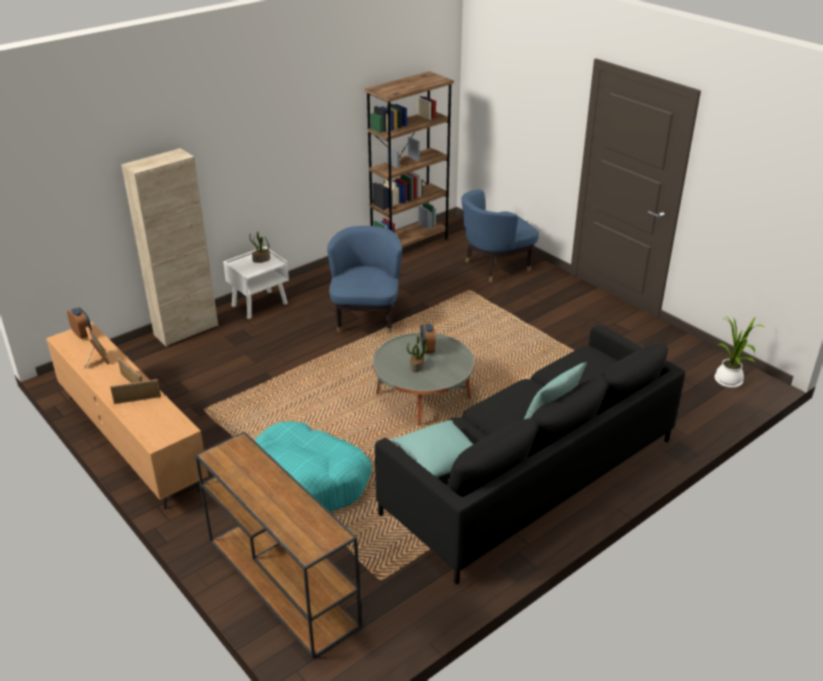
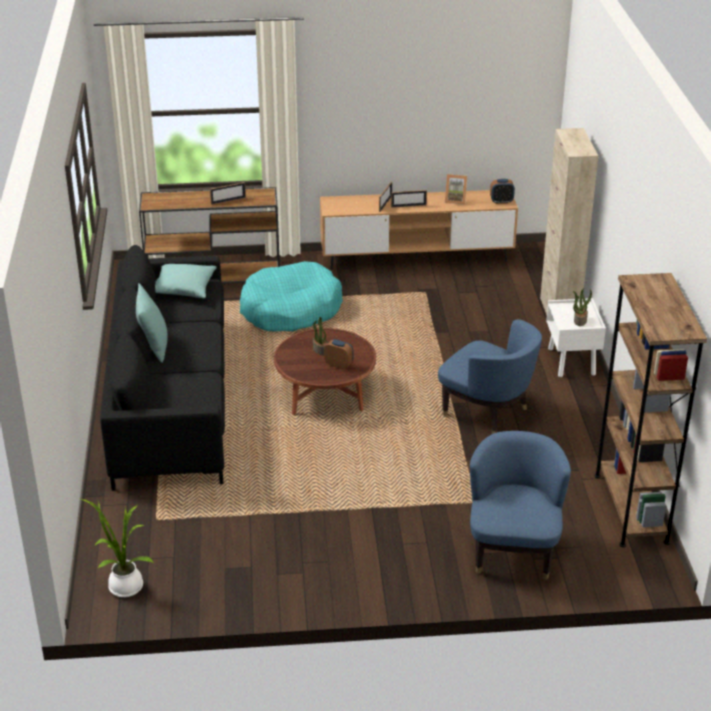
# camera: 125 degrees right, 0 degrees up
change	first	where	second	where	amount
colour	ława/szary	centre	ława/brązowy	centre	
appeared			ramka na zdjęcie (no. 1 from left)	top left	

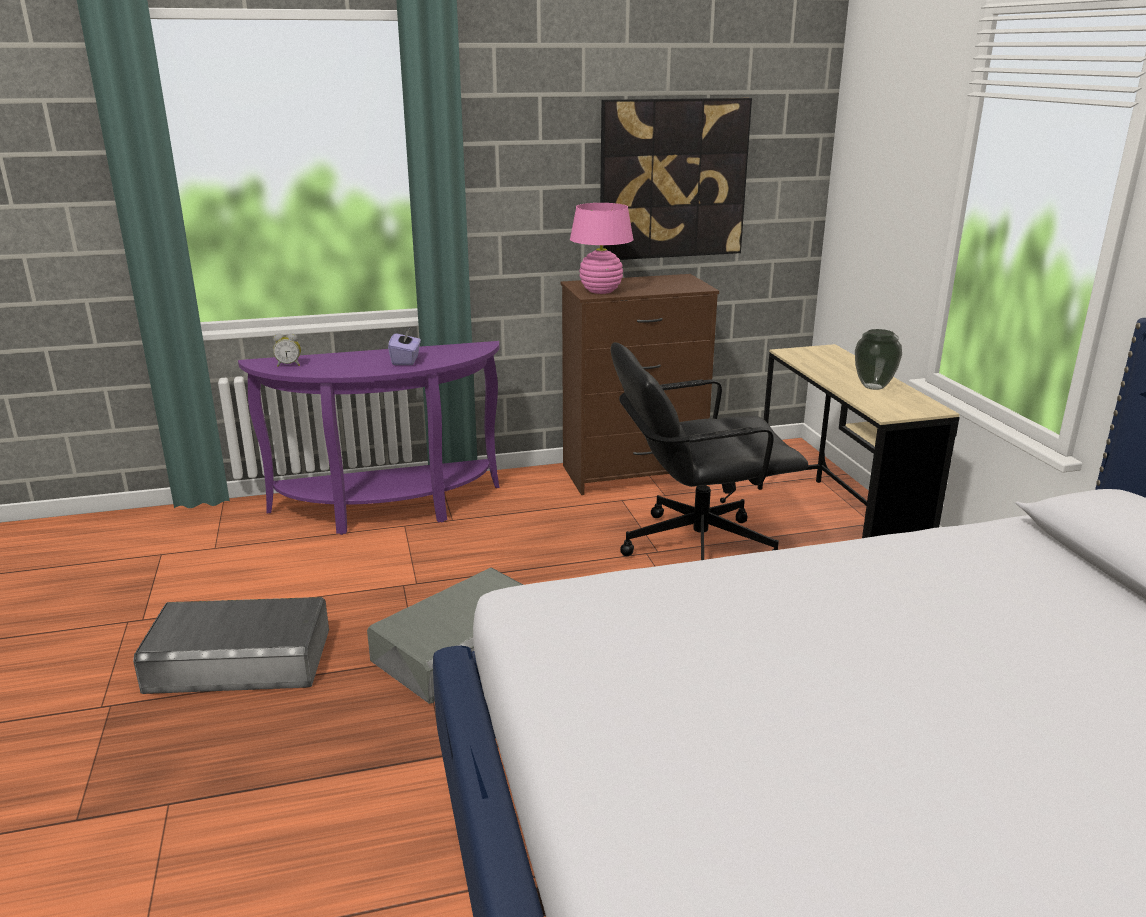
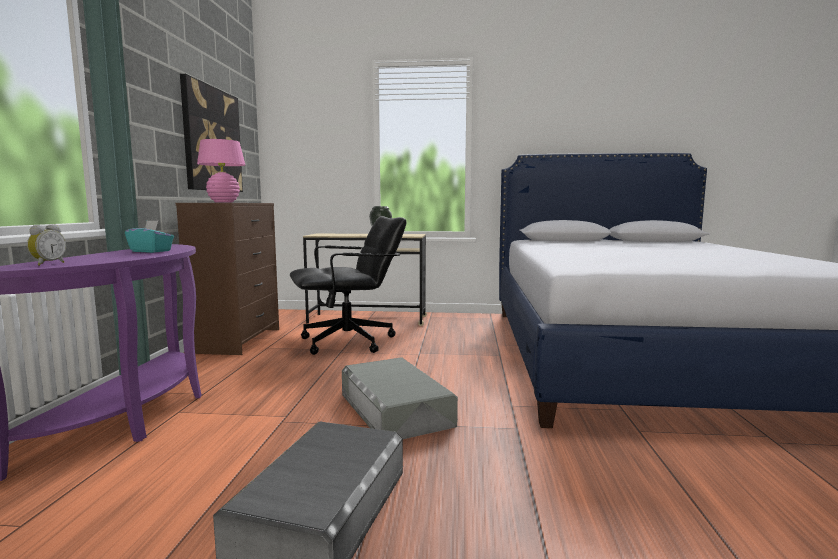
# camera: 70 degrees left, 15 degrees down
change	first	where	second	where	amount
colour	pudełko chusteczek/fioletowy	centre	pudełko chusteczek/turkusowy	middle left	
spun	krzesło biurowe/czarny	centre		centre	120 degrees counterclockwise

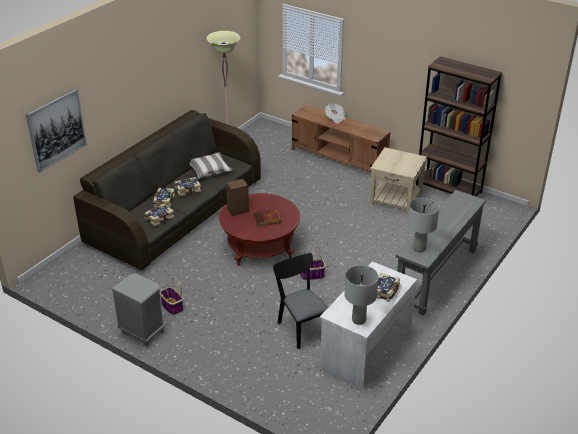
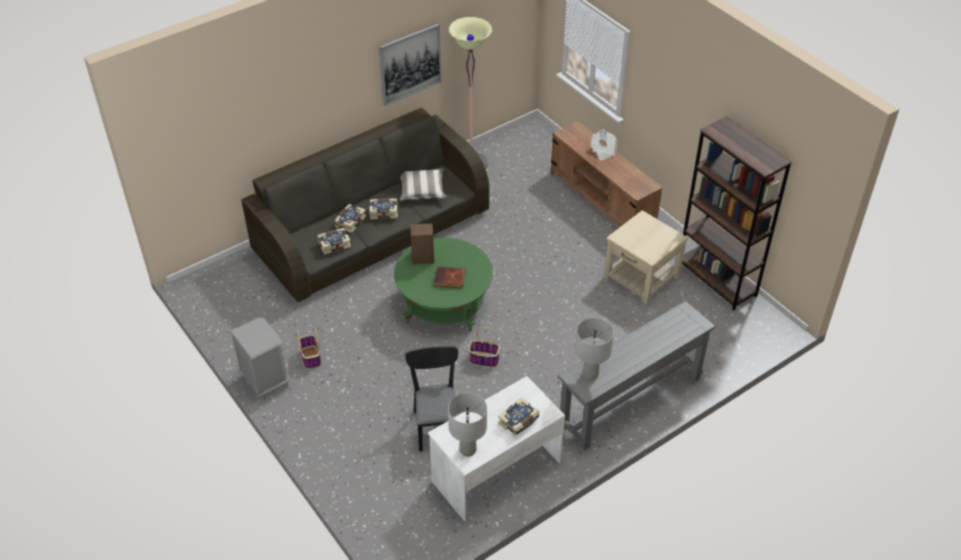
# camera: 20 degrees right, 10 degrees up
change	first	where	second	where	amount
relocated	obraz	top left		top centre	
colour	ława/czerwony	centre	ława/zielony	centre	

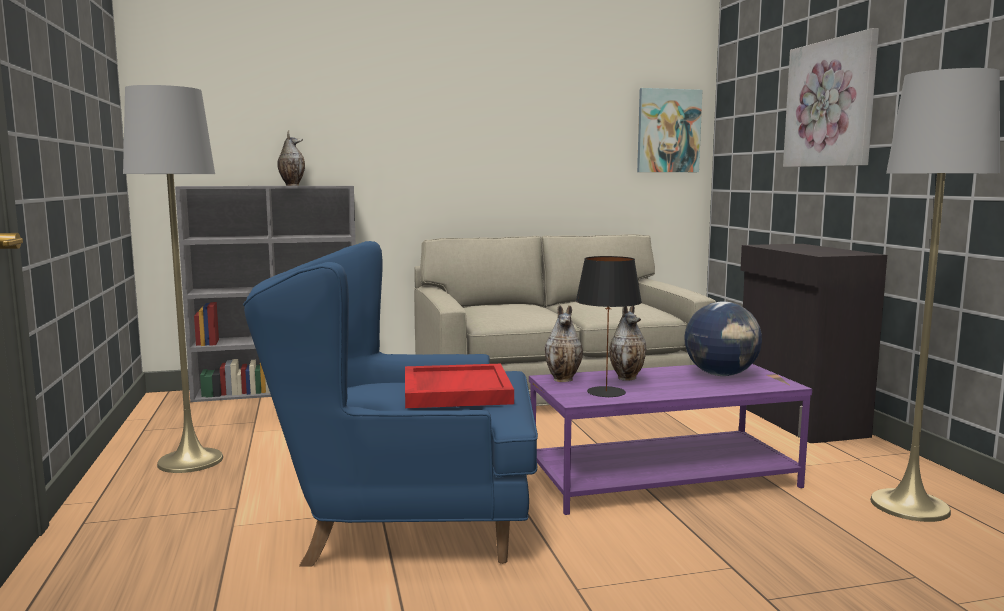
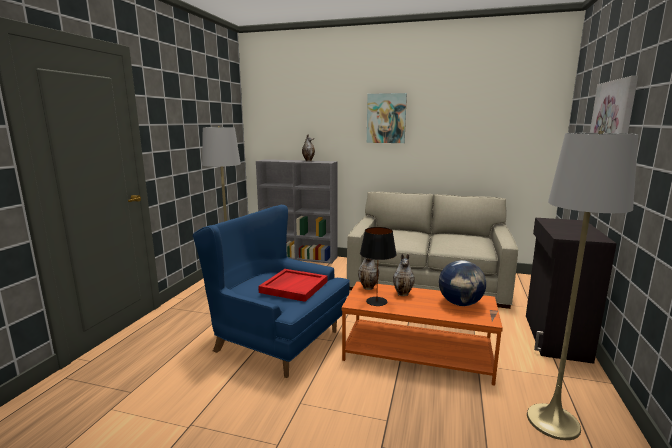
# camera: 30 degrees right, 5 degrees up
change	first	where	second	where	amount
relocated	obraz (no. 1 from left)	top right		top centre	
colour	ława/fioletowy	bottom right	ława/pomarańczowy	bottom centre	

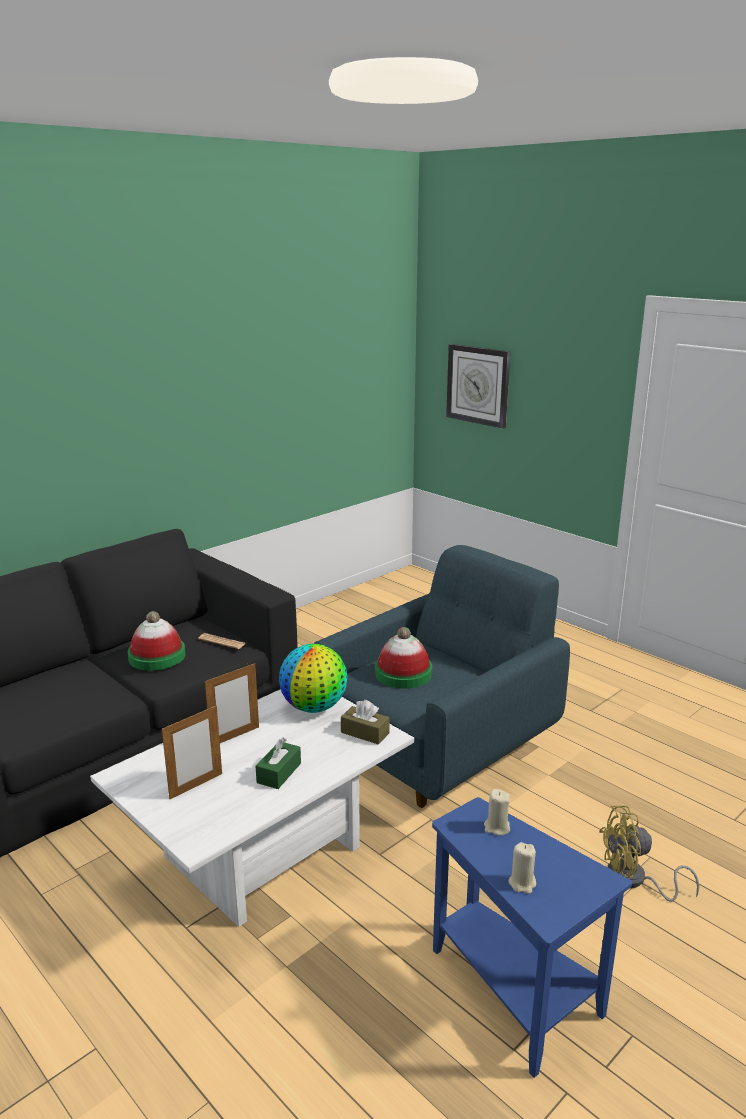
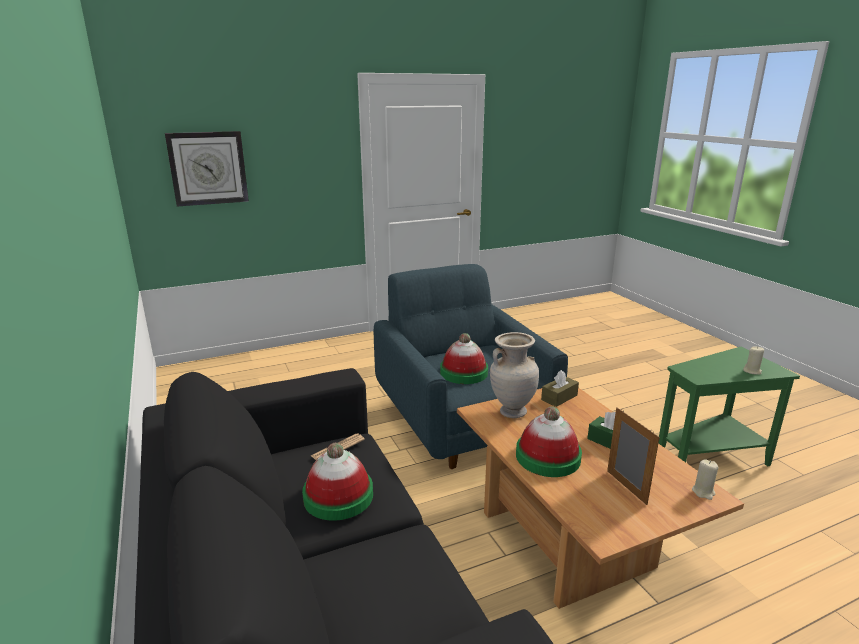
# camera: 70 degrees left, 0 degrees up
change	first	where	second	where	amount
exchanged	globus	centre	wazon/beżowy	centre	
exchanged	ramka na zdjęcie (no. 2 from left)	middle left	kapelusz (no. 3 from left)	bottom centre	
colour	ława/biały	bottom centre	ława/brązowy	bottom right	
relocated	świeca/beżowy (no. 1 from left)	bottom centre		bottom right	
colour	stolik/niebieski	bottom right	stolik/zielony	middle right	
missing	wentylator/żółty	bottom right			

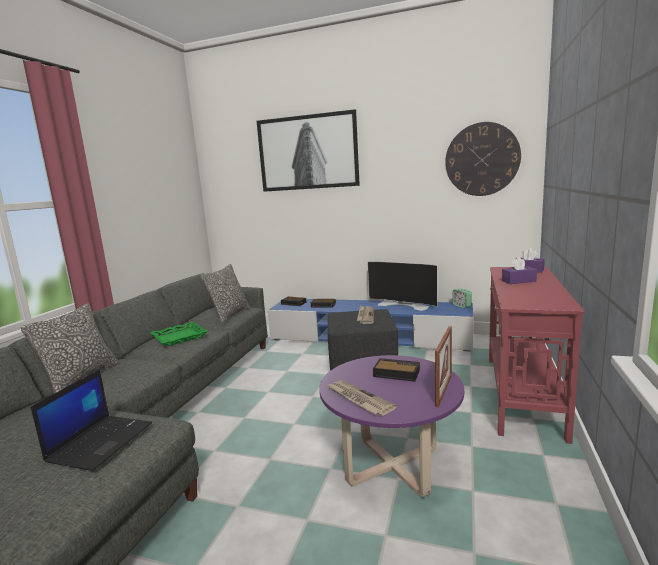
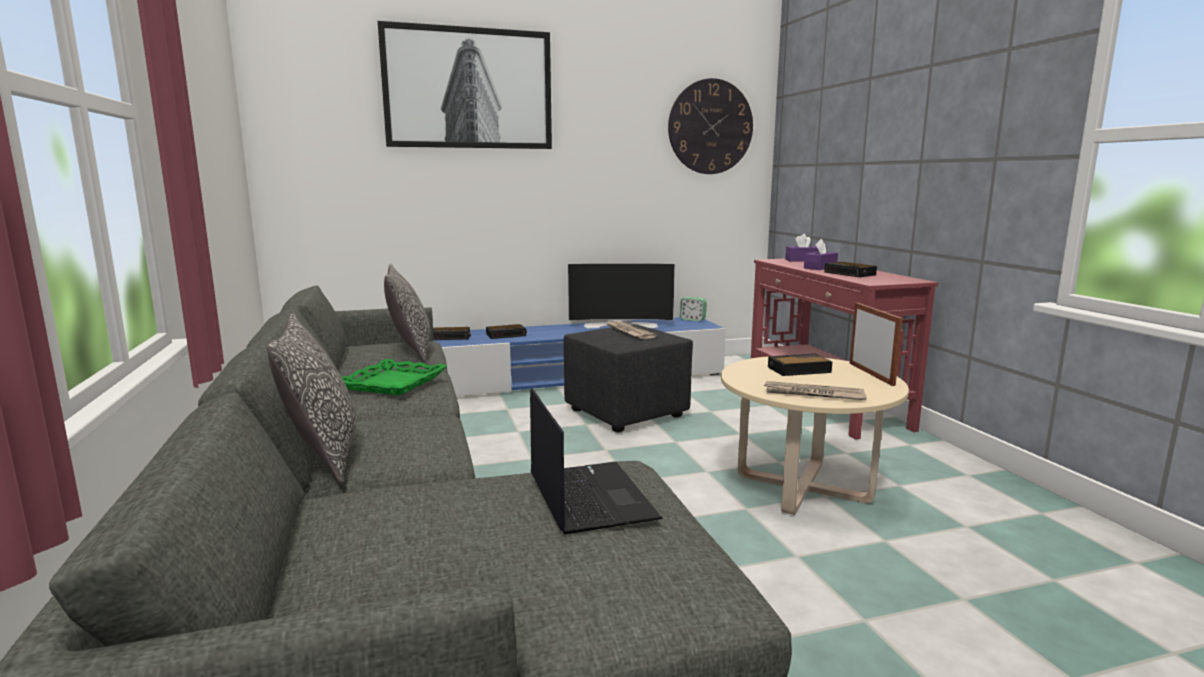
# camera: 35 degrees left, 0 degrees up
change	first	where	second	where	amount
colour	ława/fioletowy	bottom centre	ława/beżowy	middle right	
appeared			budzik (no. 5 from left)	middle right	

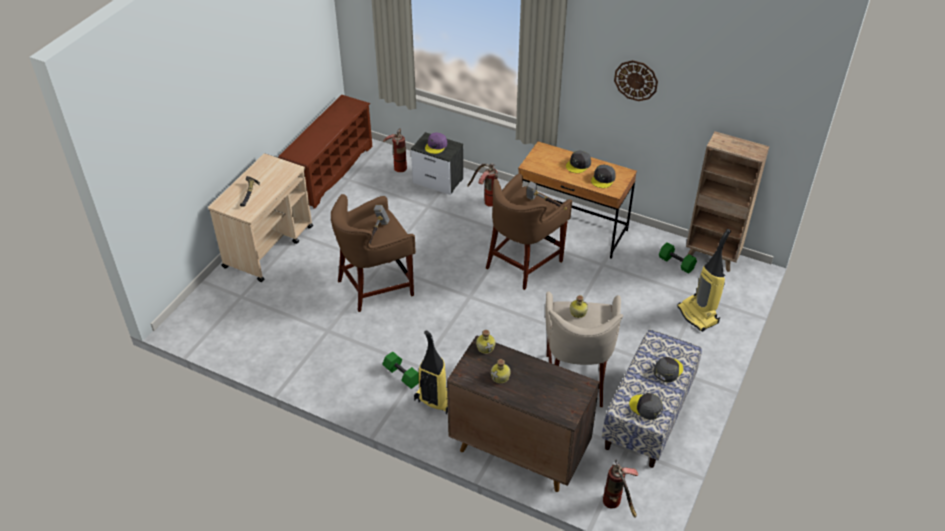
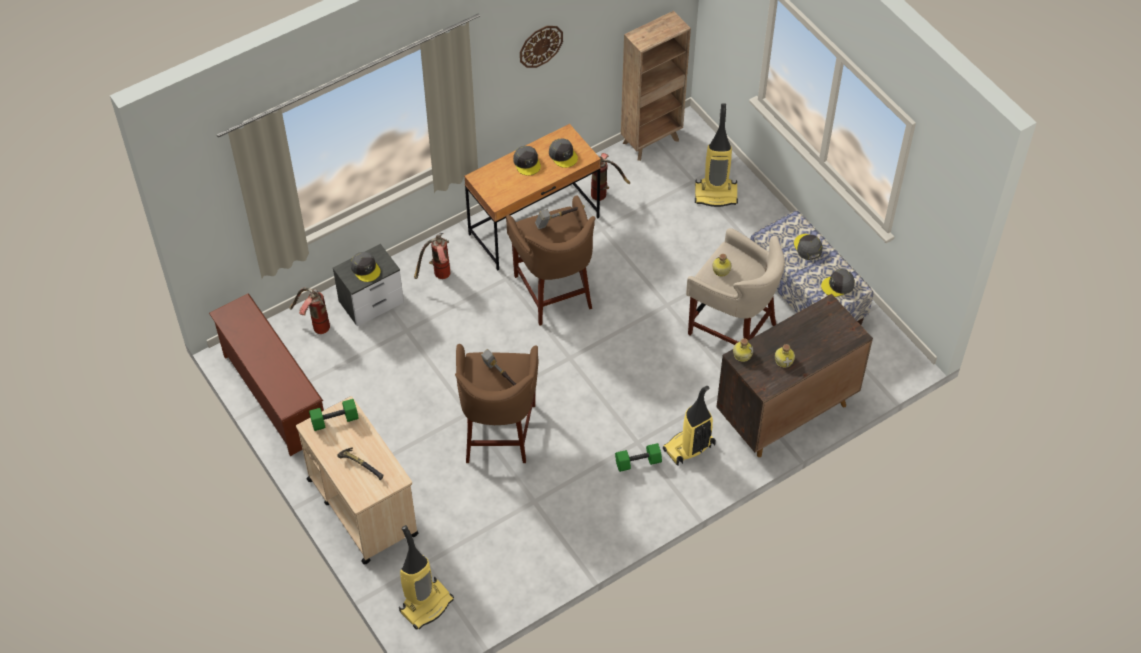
# camera: 60 degrees left, 10 degrees up
change	first	where	second	where	amount
colour	czapka z daszkiem/fioletowy	top centre	czapka z daszkiem/szary (no. 1 from left)	middle left	
relocated	hantel/zielony (no. 2 from left in the first image)	middle right	hantel/zielony (no. 1 from left)	middle left	
relocated	gaśnica (no. 3 from left)	bottom centre		top centre	
appeared			odkurzacz (no. 1 from left)	bottom centre	

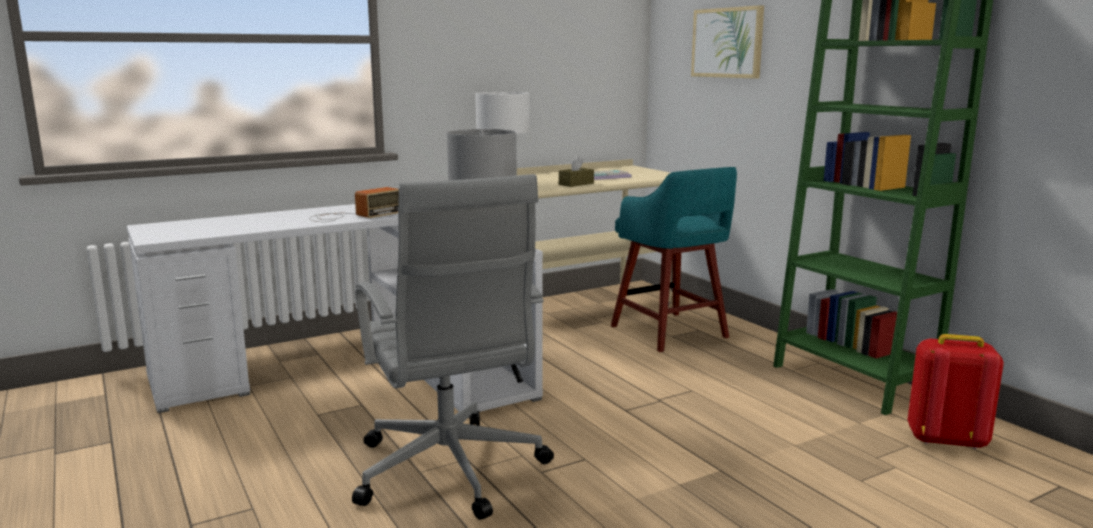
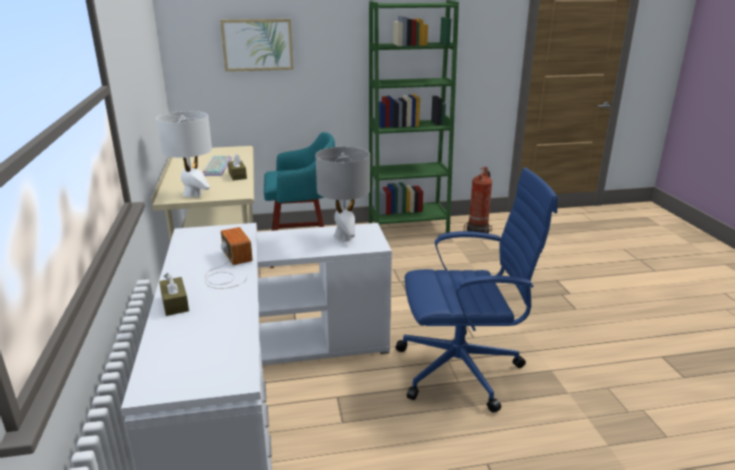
# camera: 70 degrees left, 10 degrees up
change	first	where	second	where	amount
colour	krzesło biurowe/szary	centre	krzesło biurowe/niebieski	centre	
exchanged	plecak/czerwony	bottom right	gaśnica	centre	
appeared			pudełko chusteczek/brązowy (no. 1 from left)	middle left	

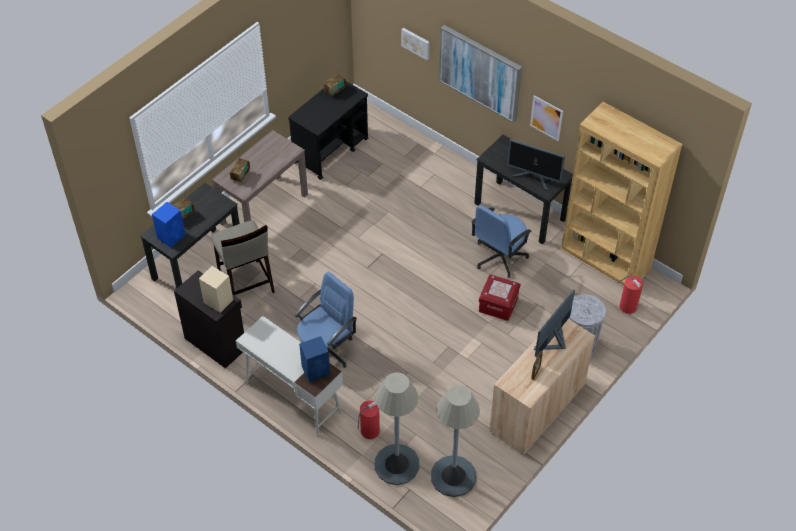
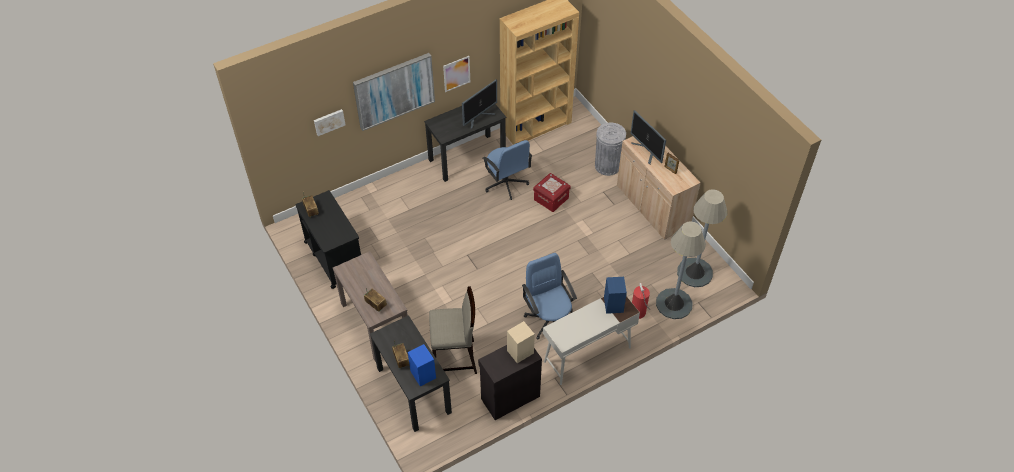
# camera: 70 degrees left, 0 degrees up
change	first	where	second	where	amount
missing	gaśnica (no. 2 from left)	middle right			

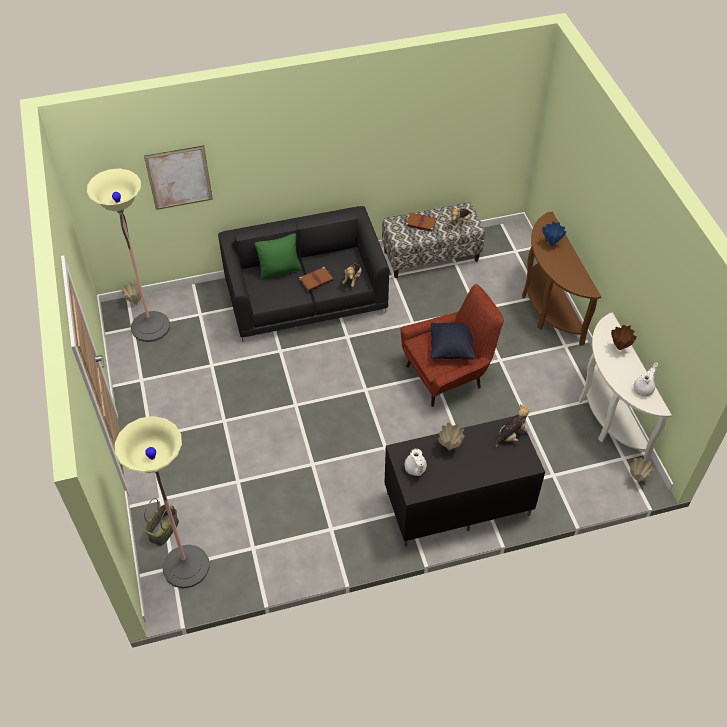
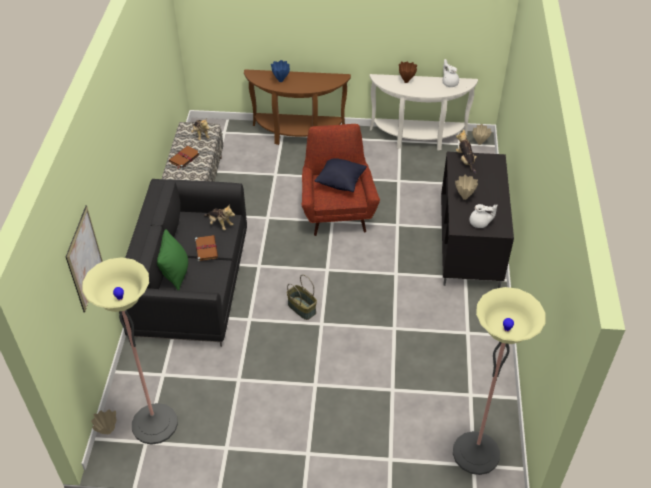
# camera: 70 degrees left, 5 degrees down
change	first	where	second	where	amount
relocated	koszyk	bottom left		centre	

